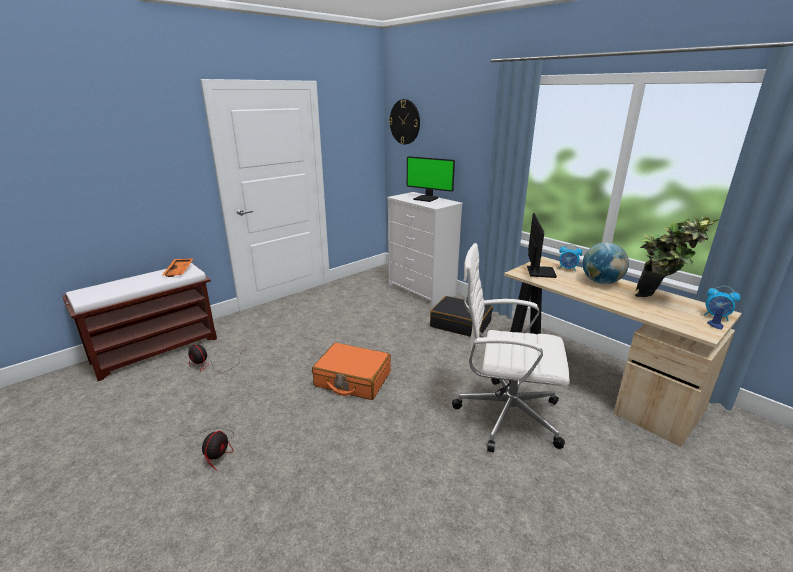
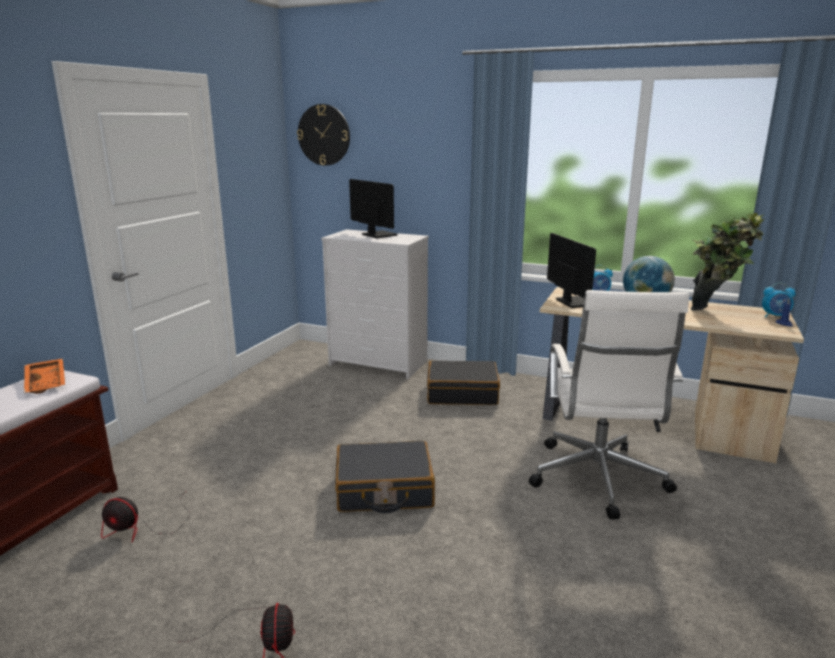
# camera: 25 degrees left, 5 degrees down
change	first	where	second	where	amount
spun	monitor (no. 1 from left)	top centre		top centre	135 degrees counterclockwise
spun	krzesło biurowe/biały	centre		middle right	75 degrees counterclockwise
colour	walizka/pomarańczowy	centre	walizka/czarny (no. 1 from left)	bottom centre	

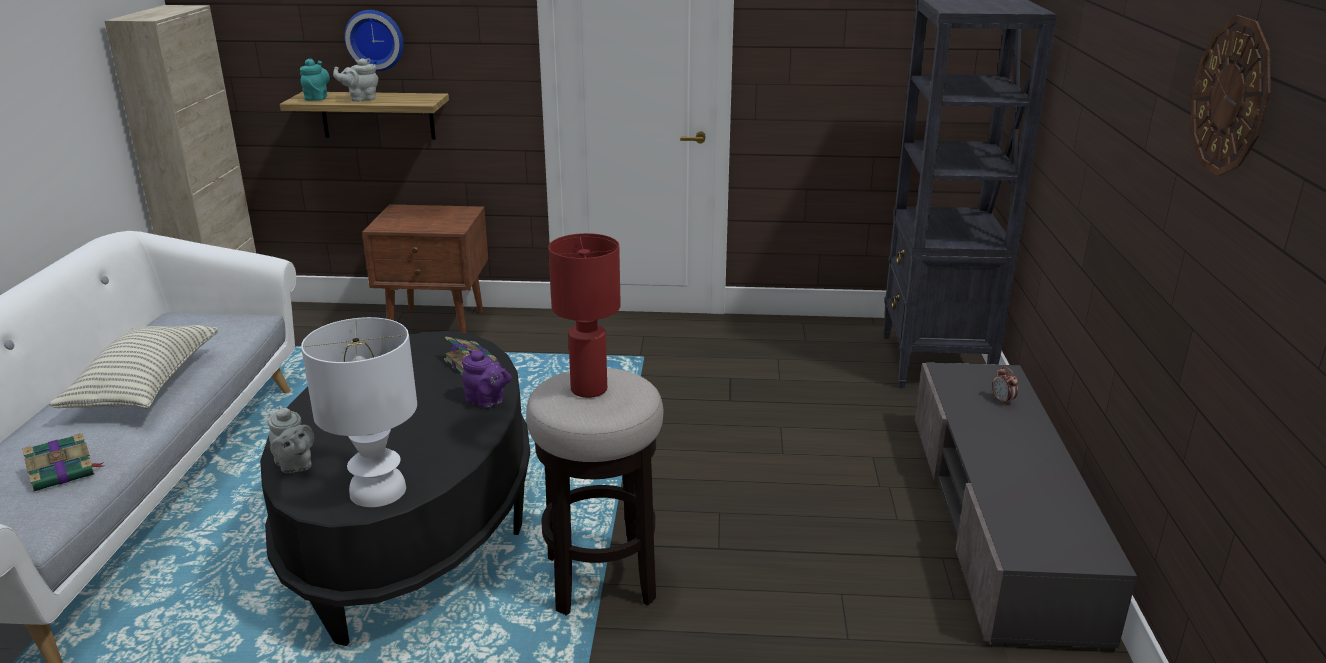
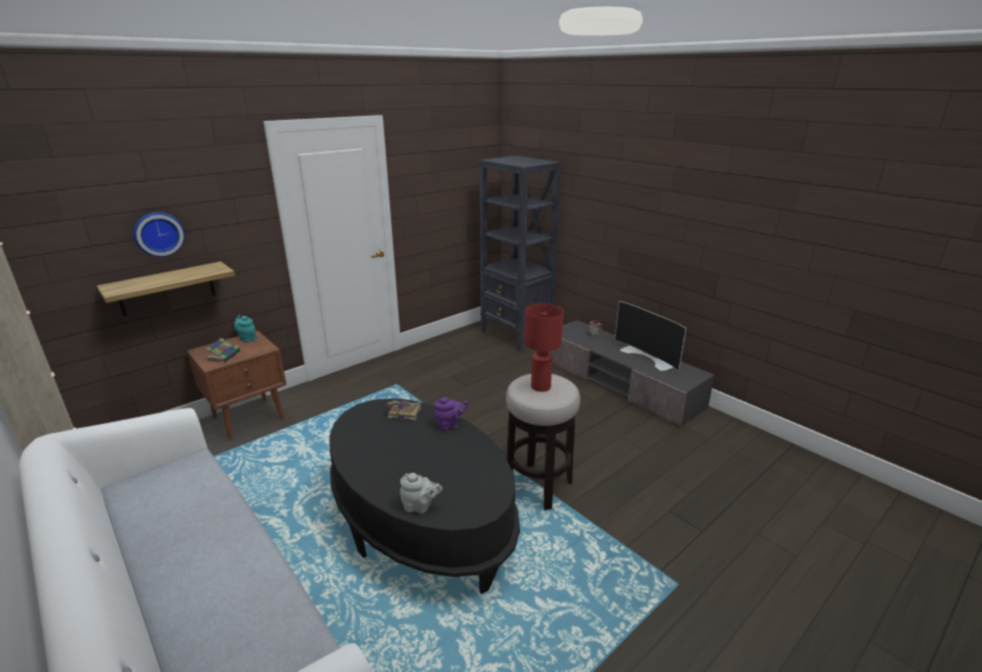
# camera: 45 degrees left, 0 degrees up
change	first	where	second	where	amount
missing	zegar ścienny (no. 2 from left)	top right			
missing	imbryk/szary (no. 2 from left)	top left			
relocated	imbryk/turkusowy	top left		middle left	
missing	lampa stołowa/biały	middle left			
missing	poduszka	middle left			
relocated	książka (no. 1 from left)	bottom left		middle left	
appeared			telewizor	centre	

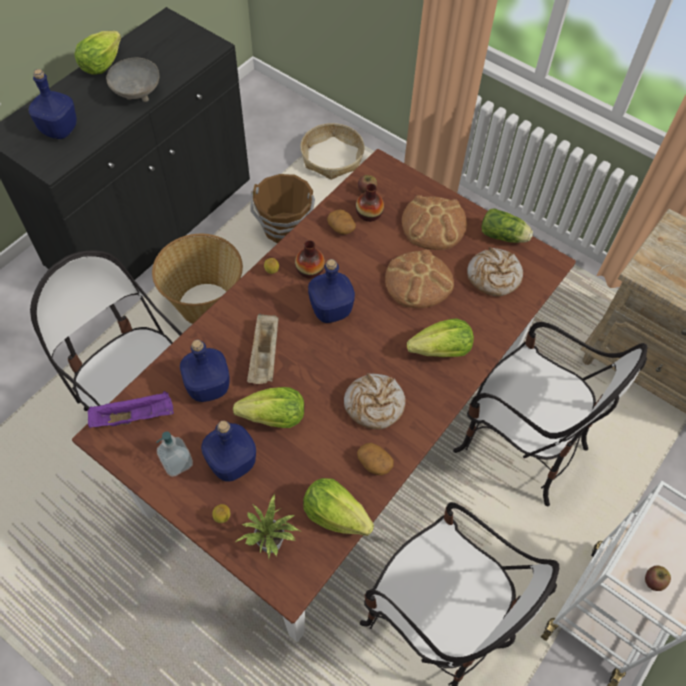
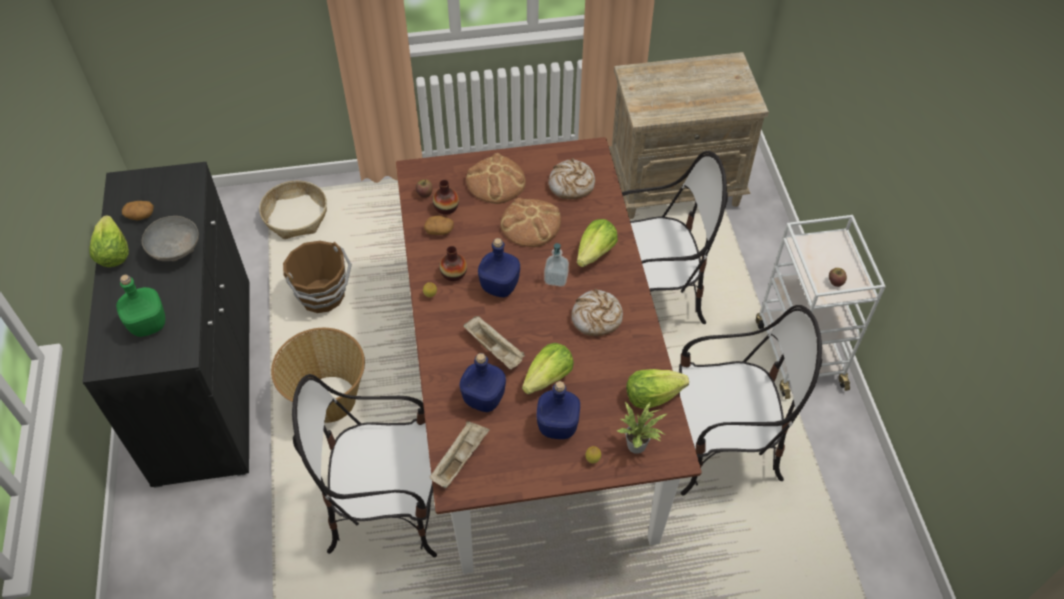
# camera: 45 degrees left, 5 degrees down
change	first	where	second	where	amount
colour	butelka/niebieski (no. 1 from left)	top left	butelka/zielony	middle left	
missing	sałata (no. 5 from left)	top right			
colour	taca/fioletowy	middle left	taca/beżowy (no. 1 from left)	bottom centre	
relocated	dozownik mydła	middle left		centre	
relocated	ziemniak (no. 2 from left in the first image)	bottom centre	ziemniak (no. 1 from left)	middle left	

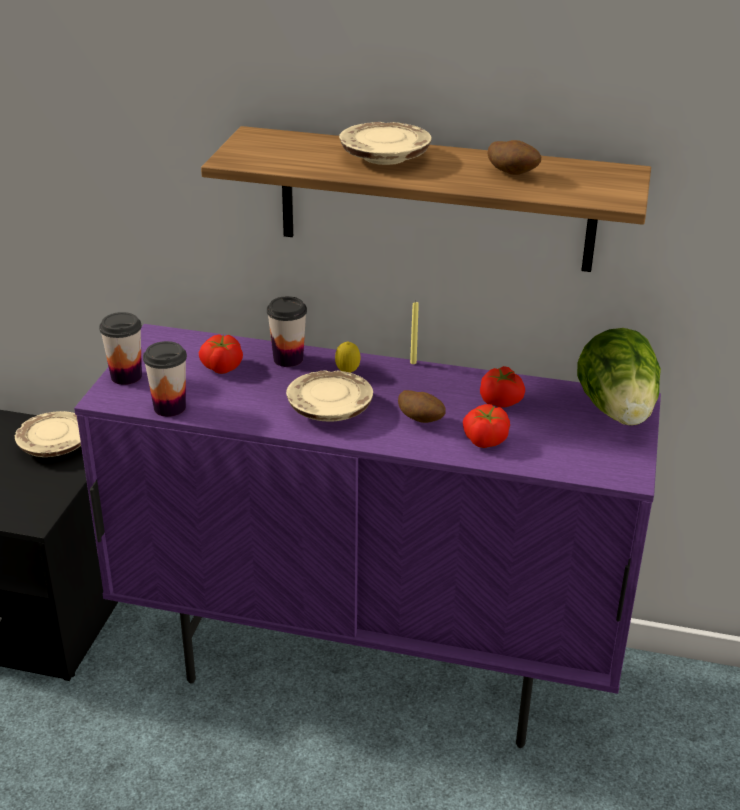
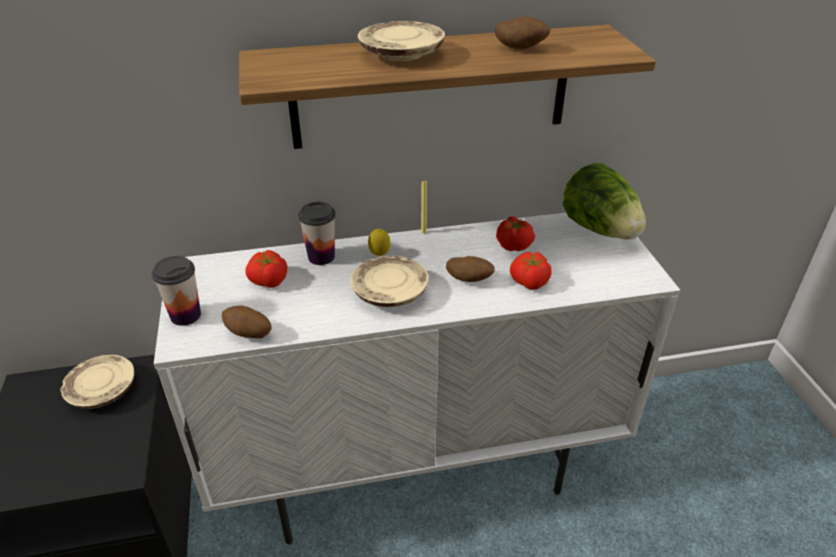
# camera: 25 degrees left, 5 degrees up
change	first	where	second	where	amount
colour	szafka/fioletowy	centre	szafka/biały	bottom centre	
exchanged	filiżanka (no. 2 from left)	middle left	ziemniak (no. 1 from left)	middle left	

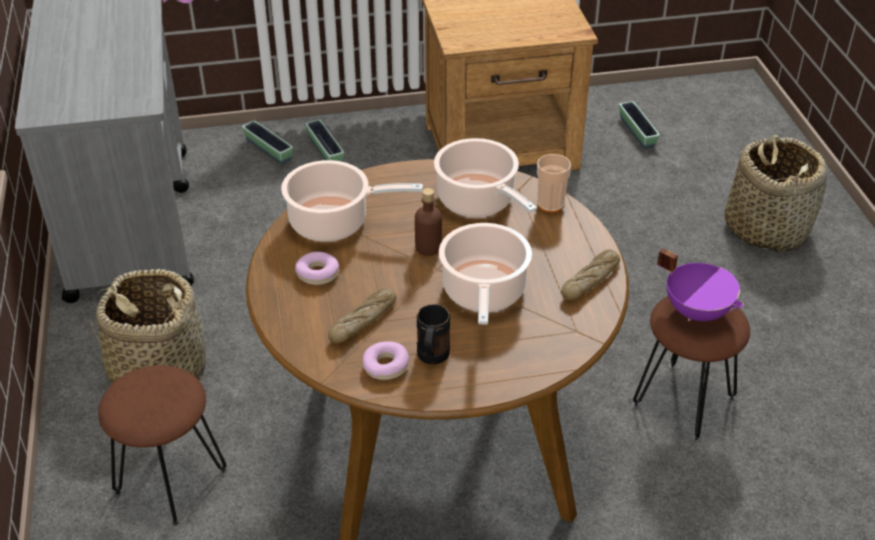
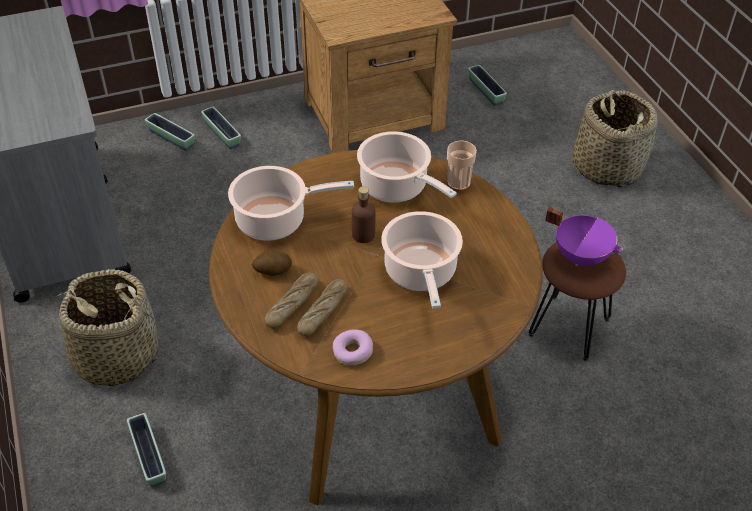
# camera: 10 degrees left, 5 degrees up
change	first	where	second	where	amount
relocated	chleb (no. 2 from left in the first image)	middle right	chleb (no. 1 from left)	centre	
exchanged	donut (no. 1 from left)	centre	ziemniak	centre	
missing	kubek/czarny	centre			
exchanged	stołek/brązowy (no. 1 from left)	bottom left	donica (no. 1 from left)	bottom left	

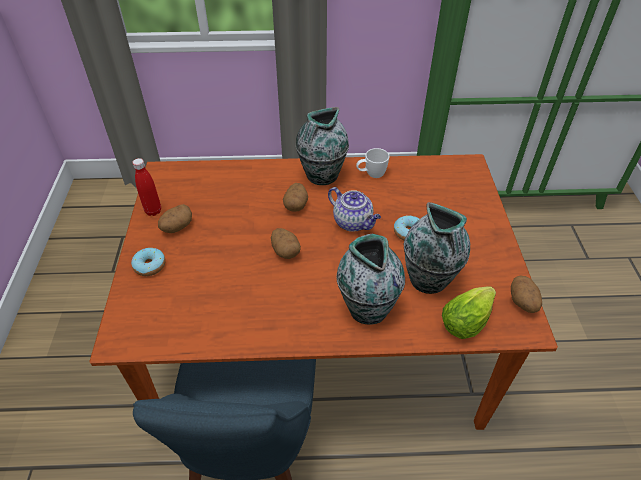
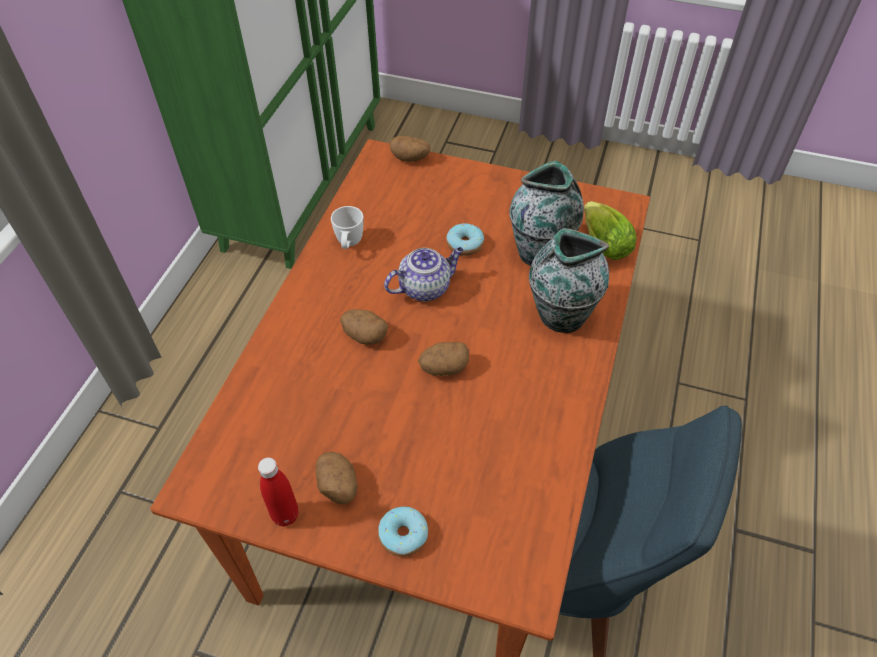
# camera: 70 degrees left, 5 degrees up
change	first	where	second	where	amount
missing	wazon (no. 1 from left)	top centre			
relocated	ziemniak (no. 4 from left in the first image)	middle right	ziemniak (no. 3 from left)	top centre	

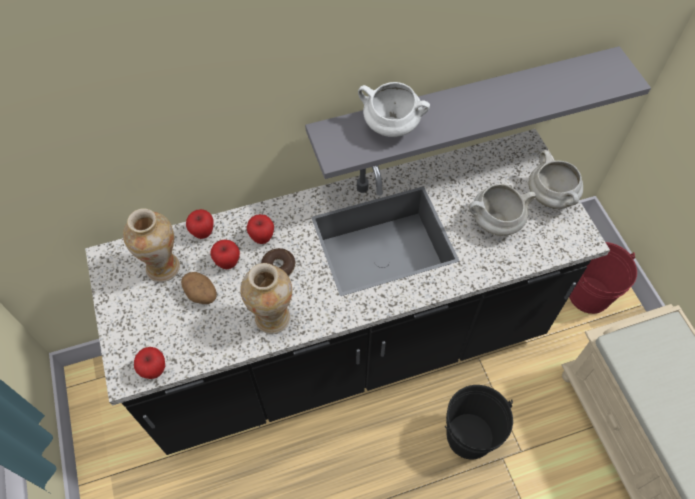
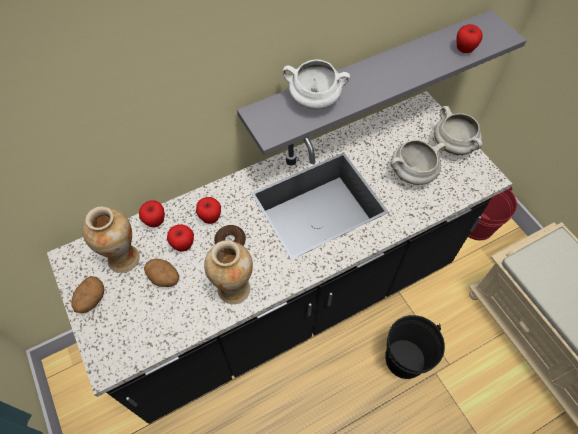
# camera: 10 degrees left, 0 degrees up
change	first	where	second	where	amount
relocated	jabłko (no. 1 from left in the first image)	bottom left	jabłko (no. 4 from left)	top right	
appeared			ziemniak (no. 1 from left)	bottom left	

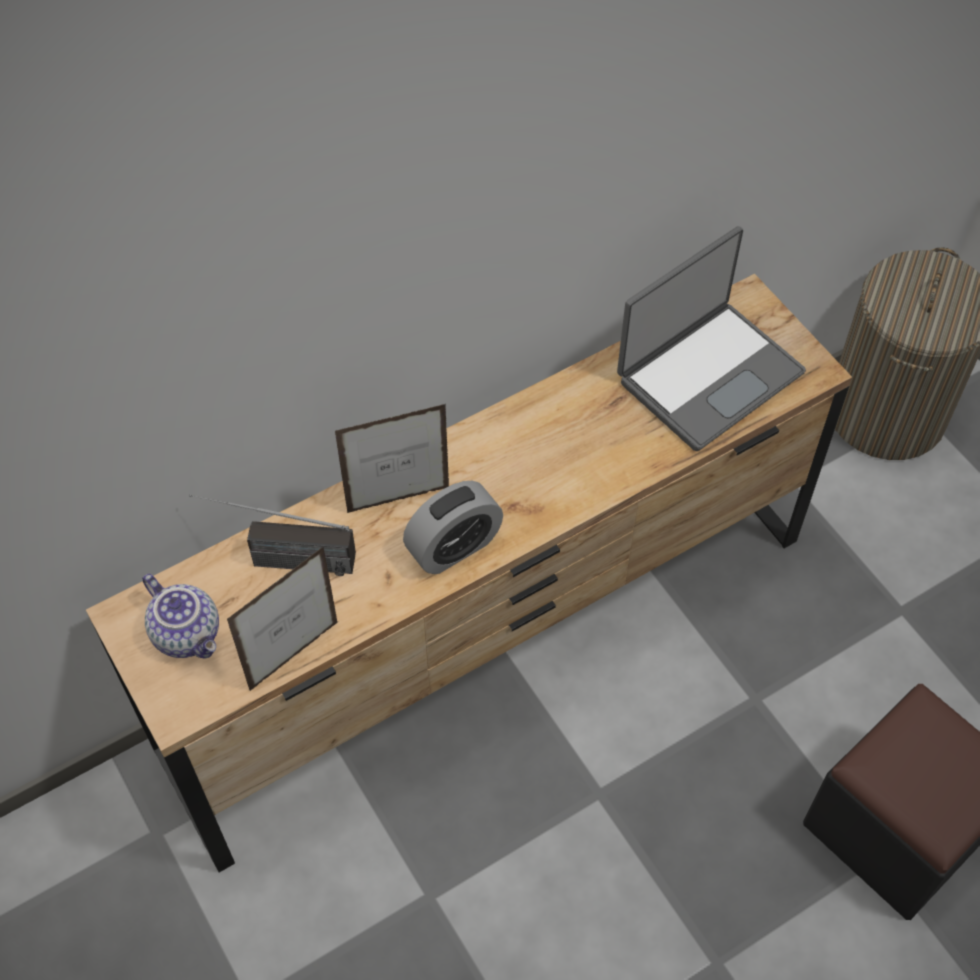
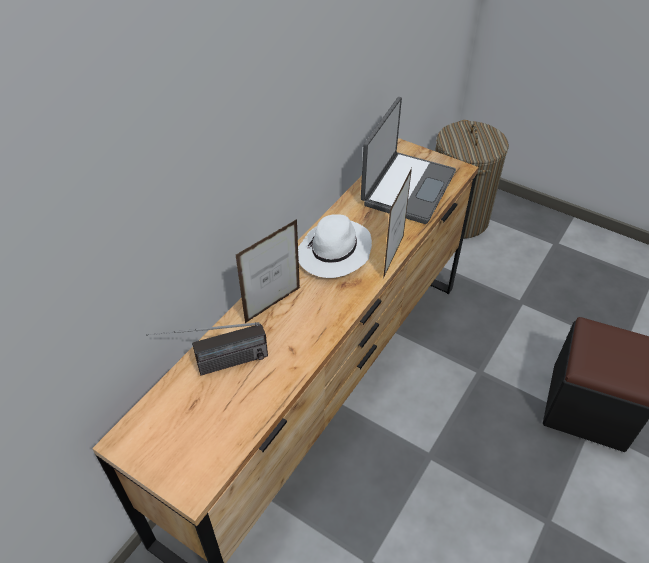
# camera: 25 degrees left, 10 degrees down
change	first	where	second	where	amount
missing	budzik	centre			
relocated	ramka na zdjęcie (no. 1 from left in the first image)	middle left	ramka na zdjęcie (no. 2 from left)	centre	
missing	imbryk	middle left			
appeared			kapelusz/biały	centre	

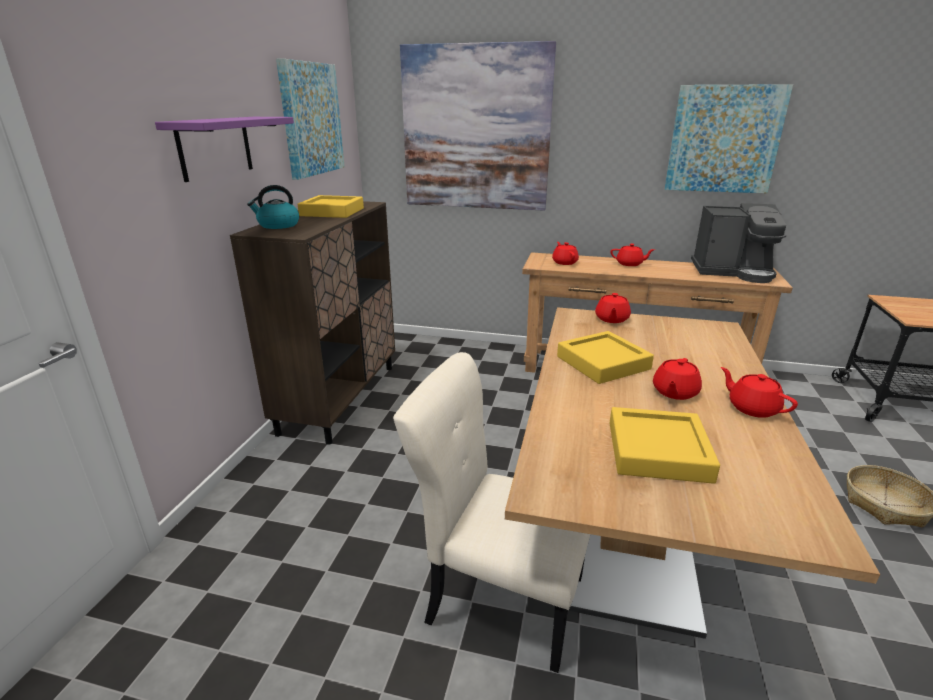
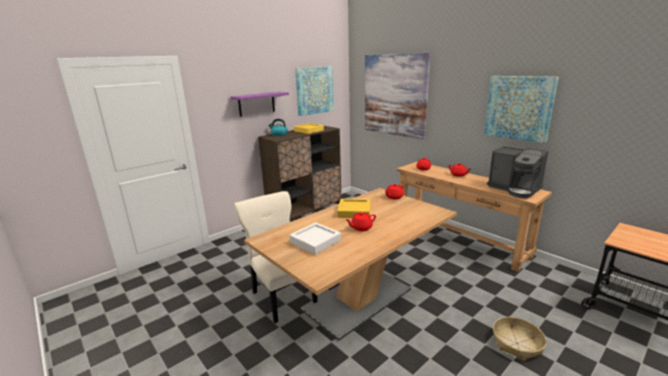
# camera: 35 degrees right, 5 degrees down
change	first	where	second	where	amount
missing	imbryk/czerwony (no. 5 from left)	middle right			
colour	taca/żółty (no. 3 from left)	middle right	taca/biały	centre	

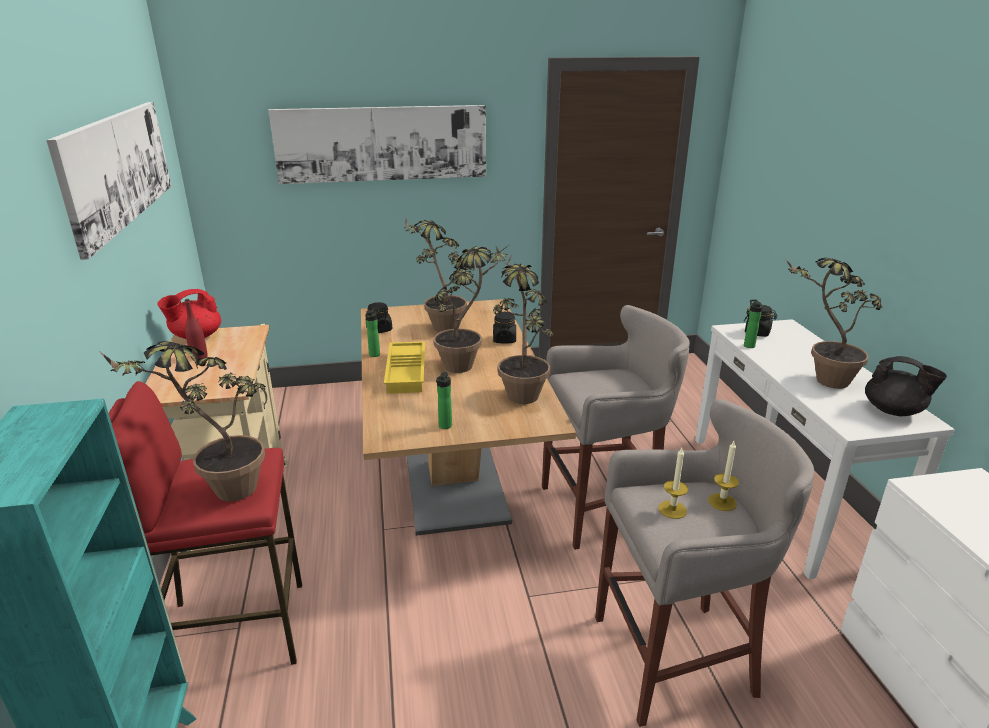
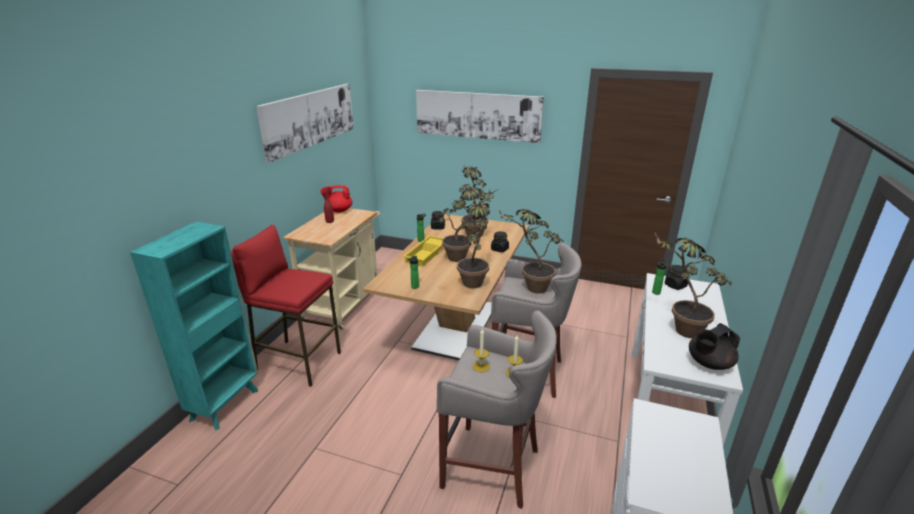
# camera: 30 degrees right, 0 degrees up
change	first	where	second	where	amount
relocated	roślina doniczkowa (no. 1 from left in the first image)	middle left	roślina doniczkowa (no. 4 from left)	centre	
spun	imbryk/czarny	middle right		bottom right	90 degrees clockwise

